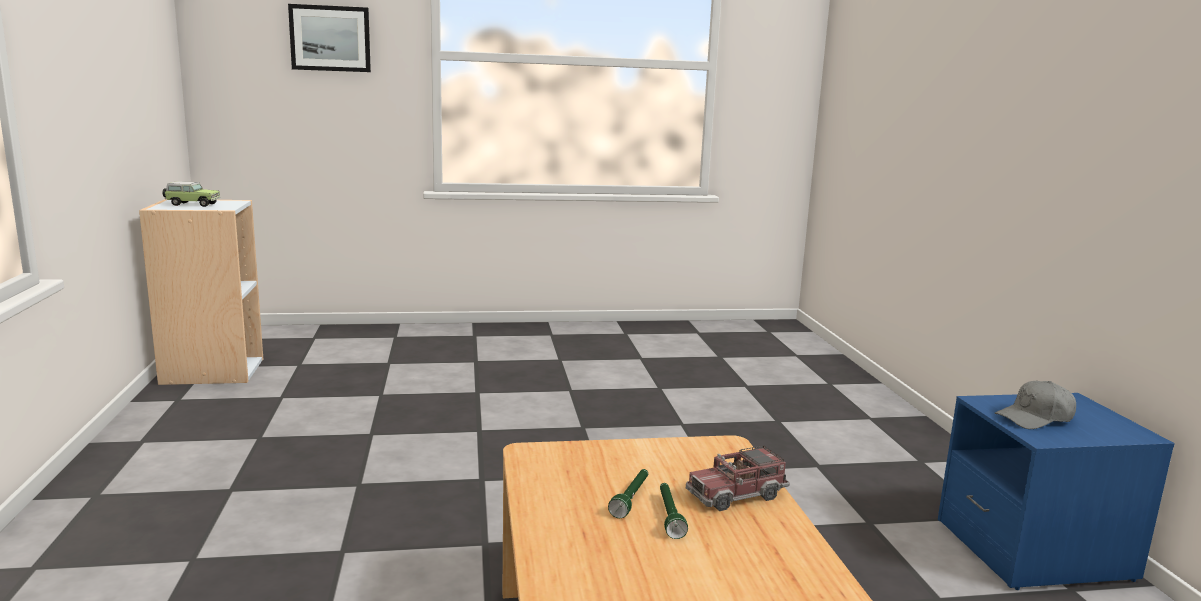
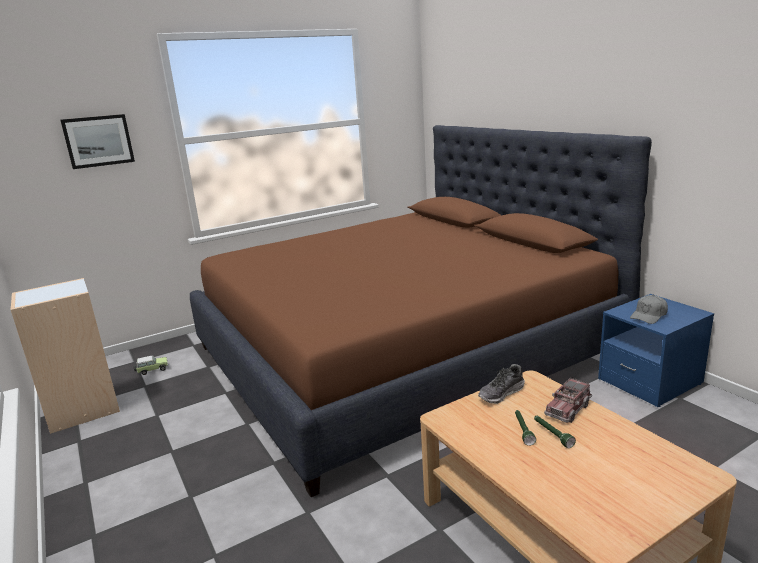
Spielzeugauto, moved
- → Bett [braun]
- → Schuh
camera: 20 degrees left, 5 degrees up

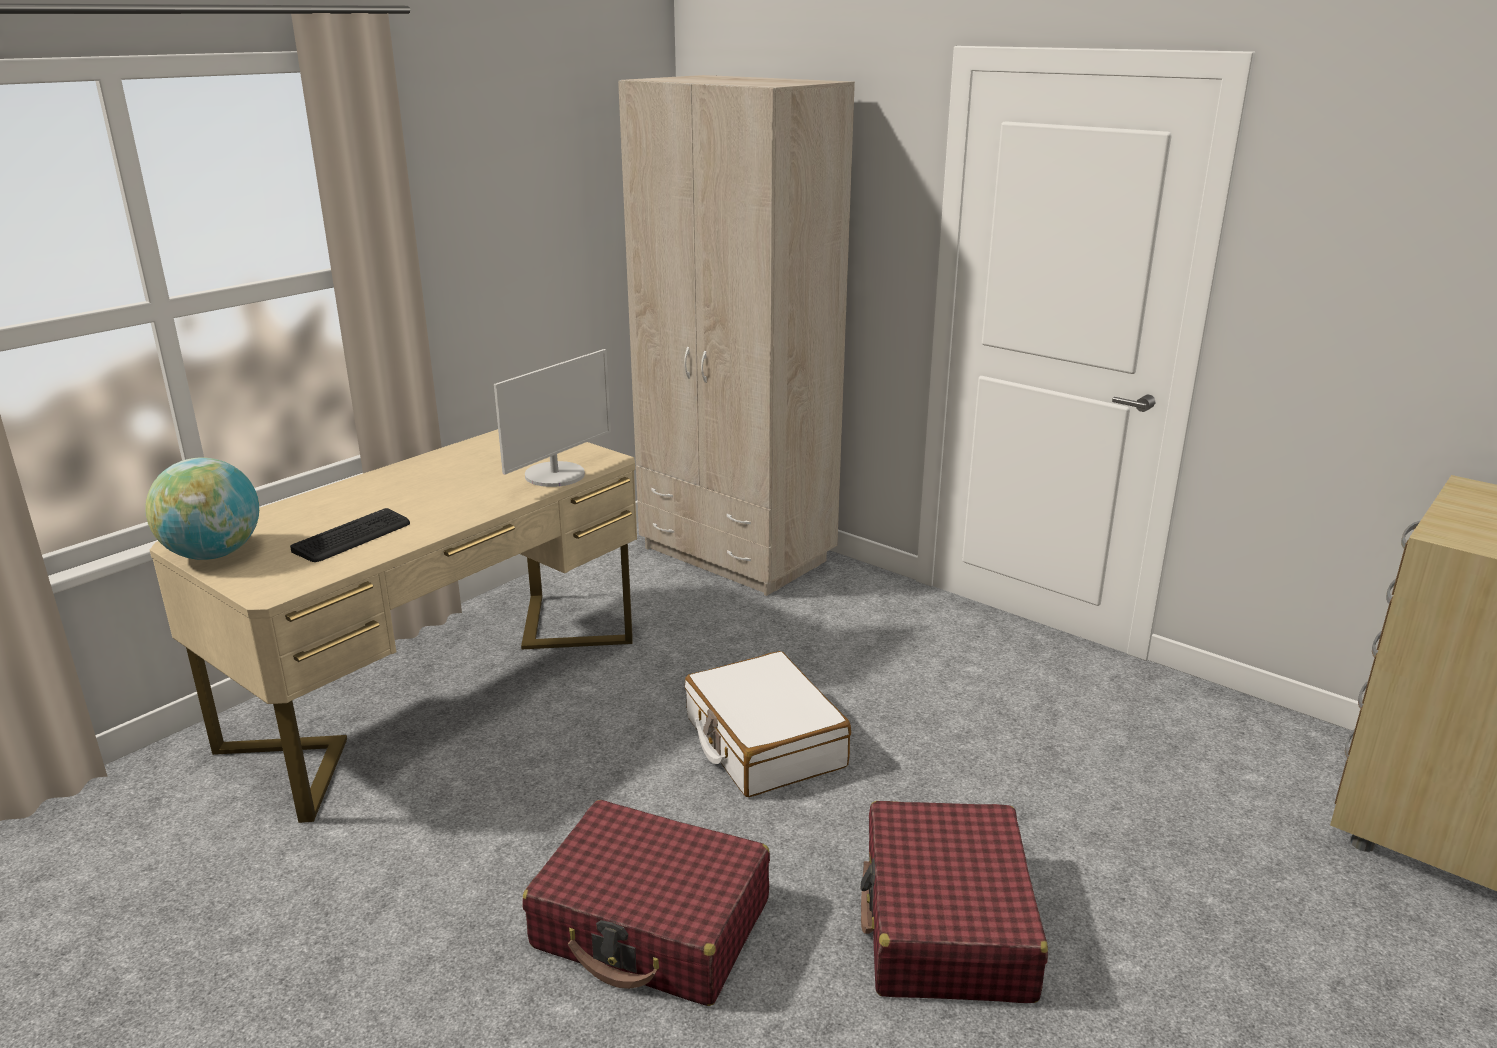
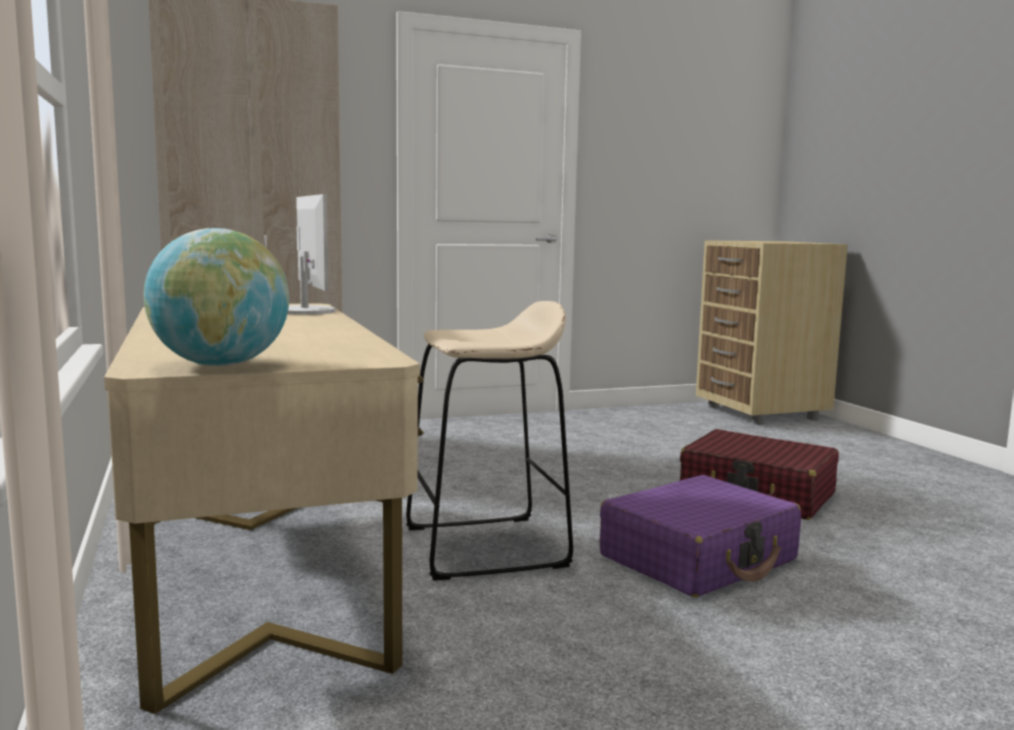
Tastatur → -
Koffer [weiß] → -
Koffer [rot] (1st from left) → Koffer [lila]
- → Hocker [beige]
camera: 60 degrees left, 15 degrees down

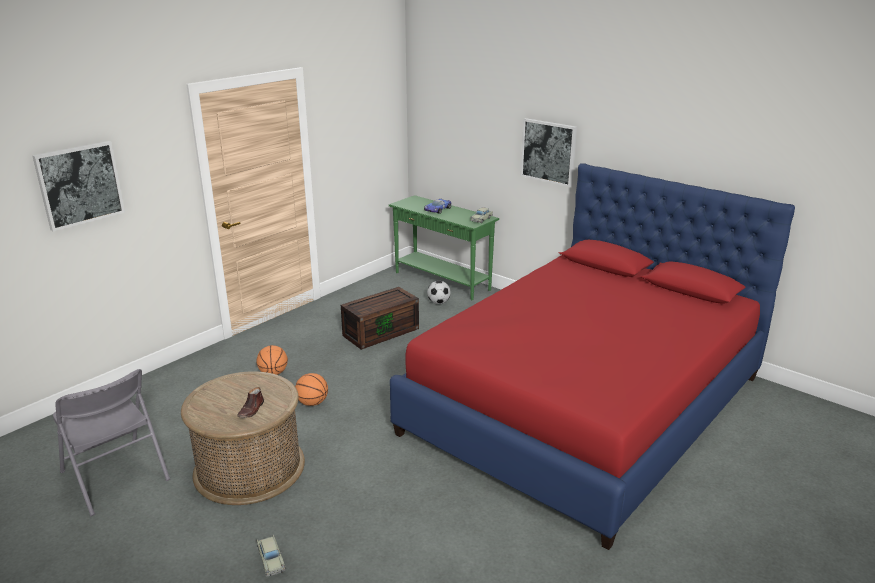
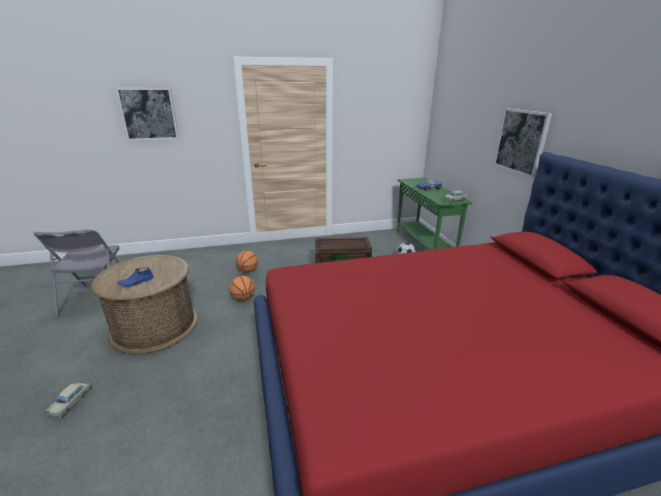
Schuh [braun] → Schuh [blau]
camera: 35 degrees right, 0 degrees up

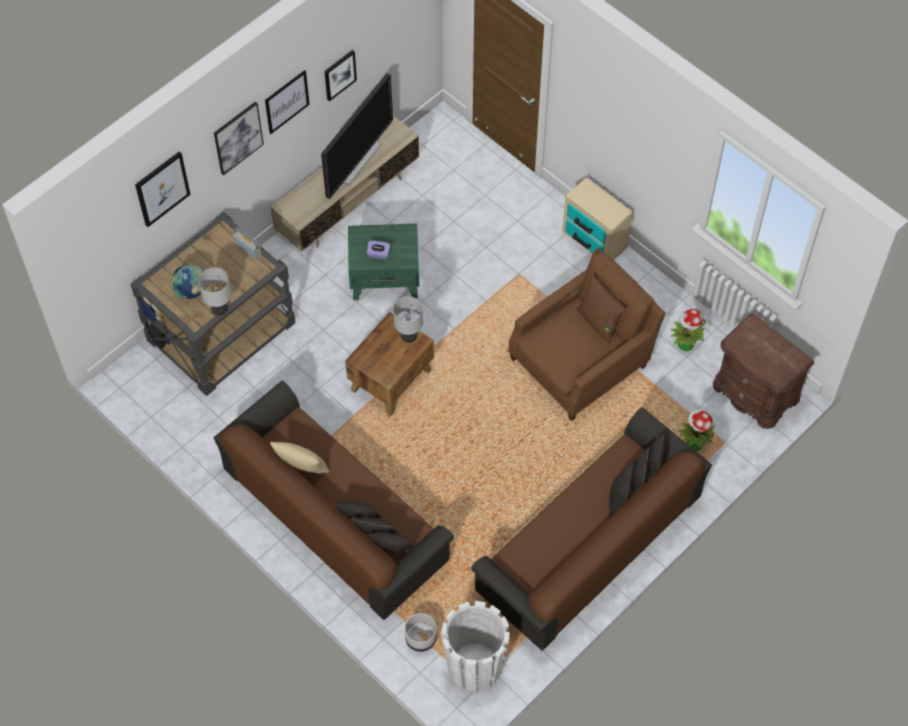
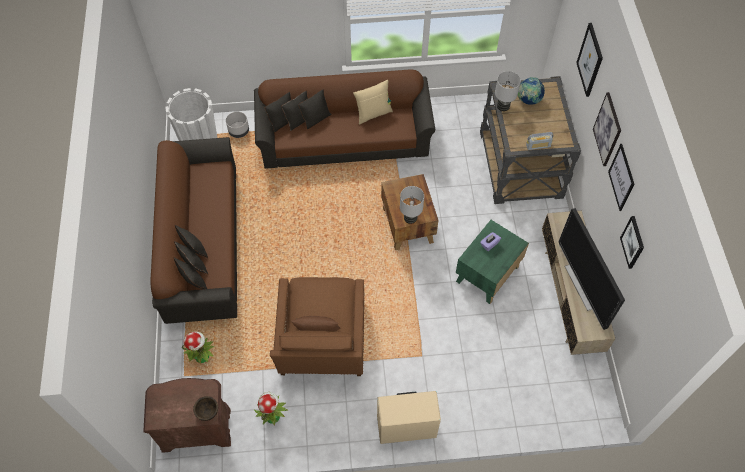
- → Schüssel [braun]
camera: 130 degrees right, 0 degrees up

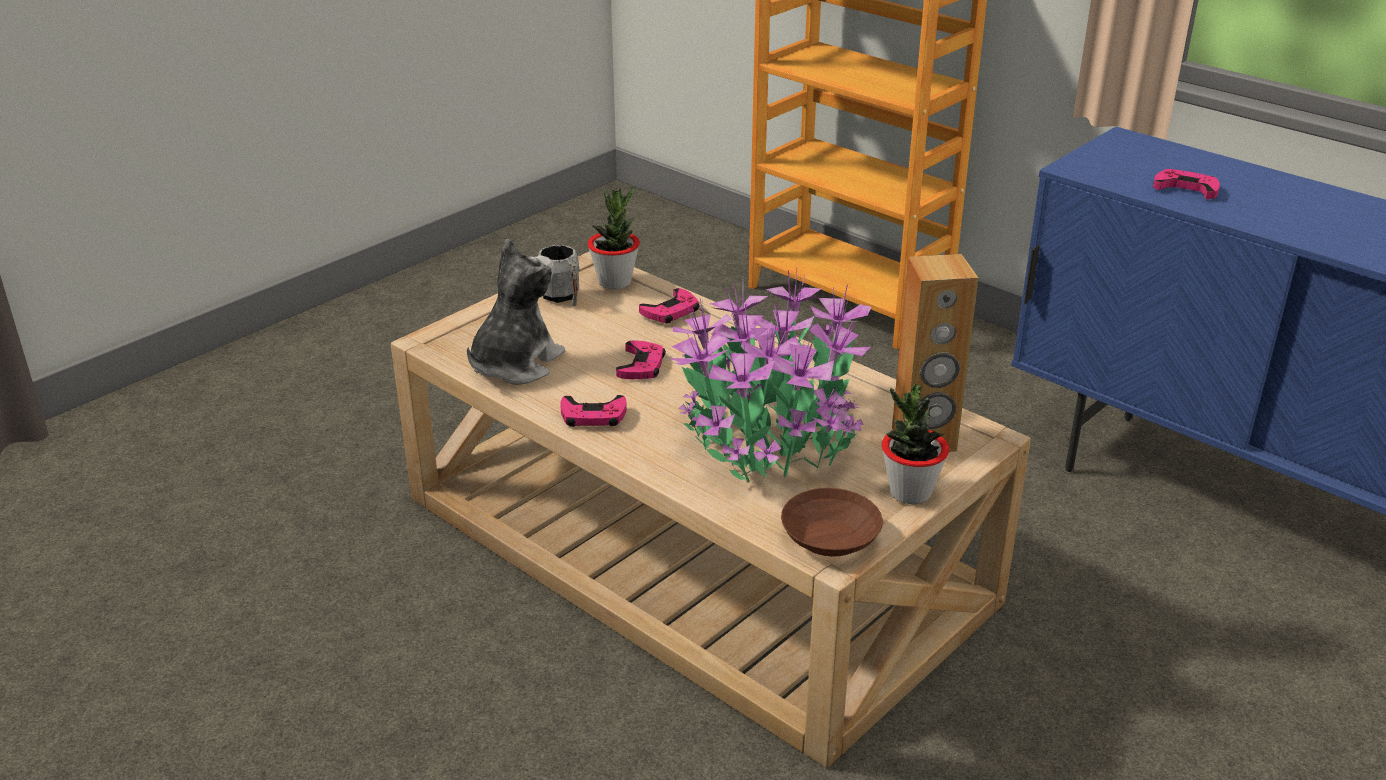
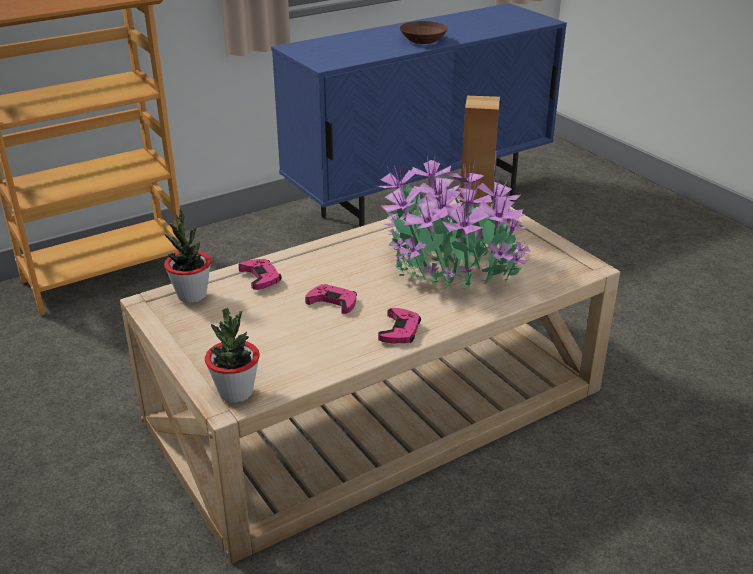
Gamepad [rosa] (4th from left) → -
Plüschtier → -
Henkelbecher [grau] → -
Topfpflanze (3rd from left in the first image) → Topfpflanze (2nd from left), moved
Schüssel [braun], moved
camera: 75 degrees left, 0 degrees up

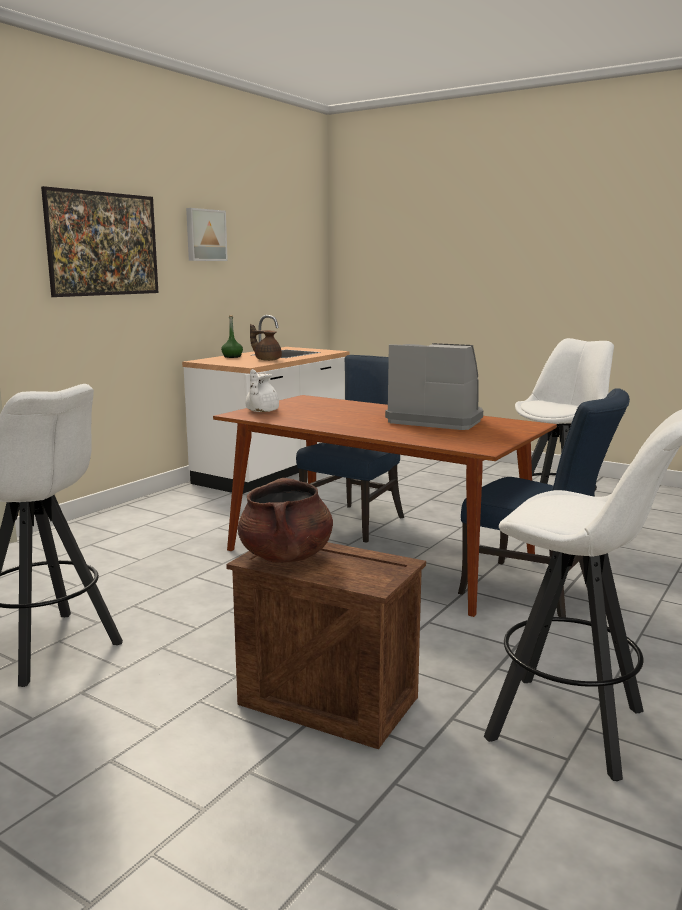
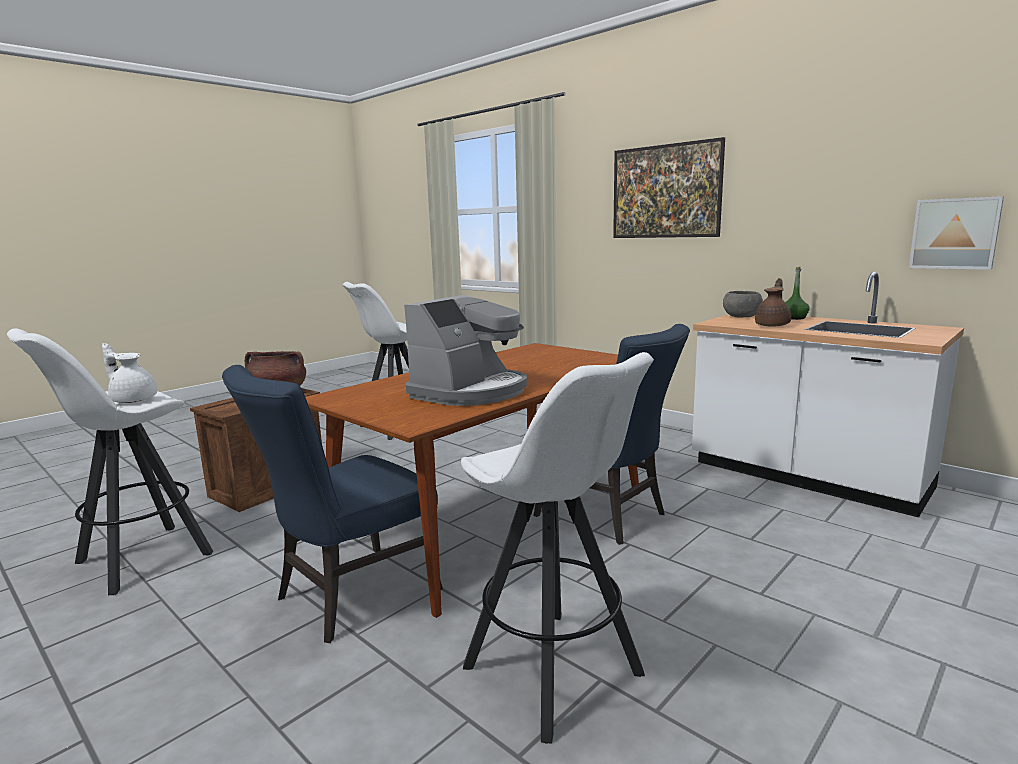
Bild (2nd from left), moved
Teekanne [weiß], moved
- → Schüssel [grau]
camera: 100 degrees right, 0 degrees up

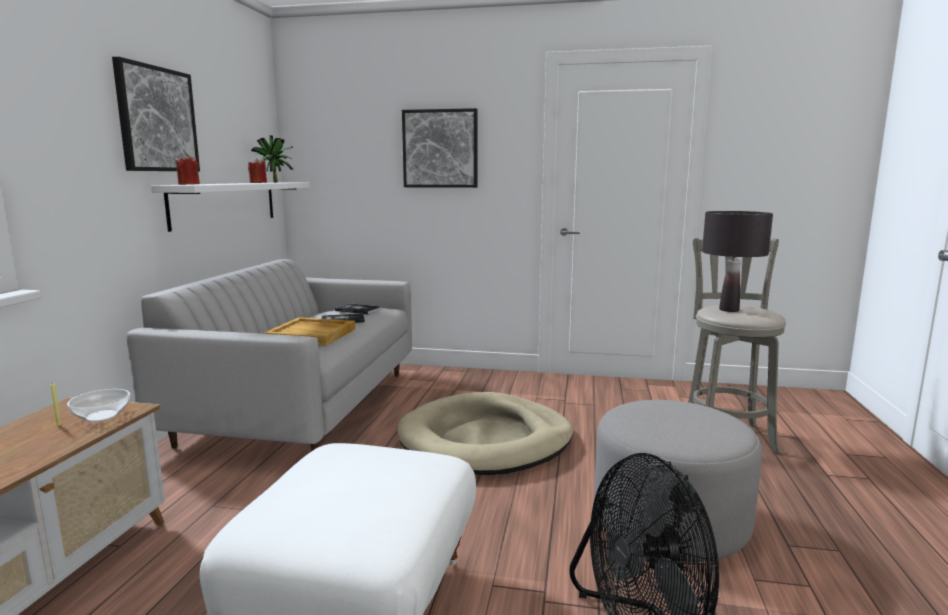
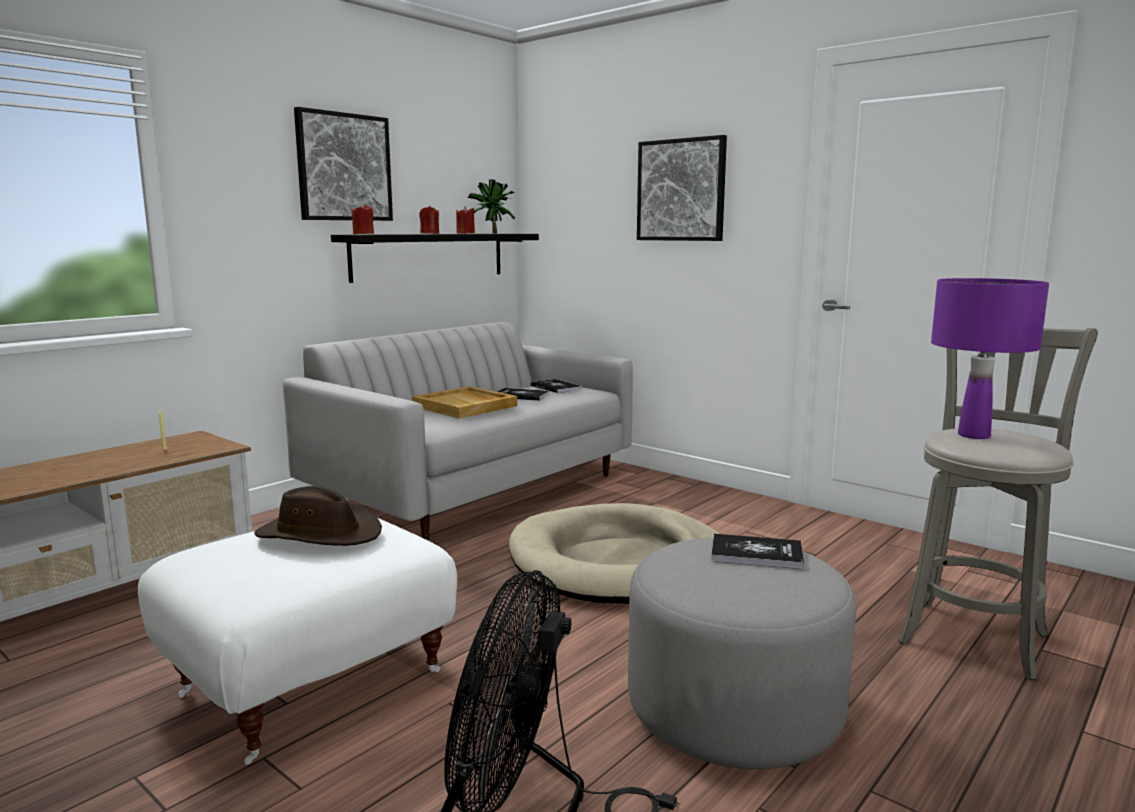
Wandregal [weiß] → Wandregal [schwarz]
Tischlampe [schwarz] → Tischlampe [lila]
Schüssel → -
- → Kerze [rot] (2nd from left)
- → Hut [braun]
- → Buch (3rd from left)
camera: 30 degrees right, 0 degrees up

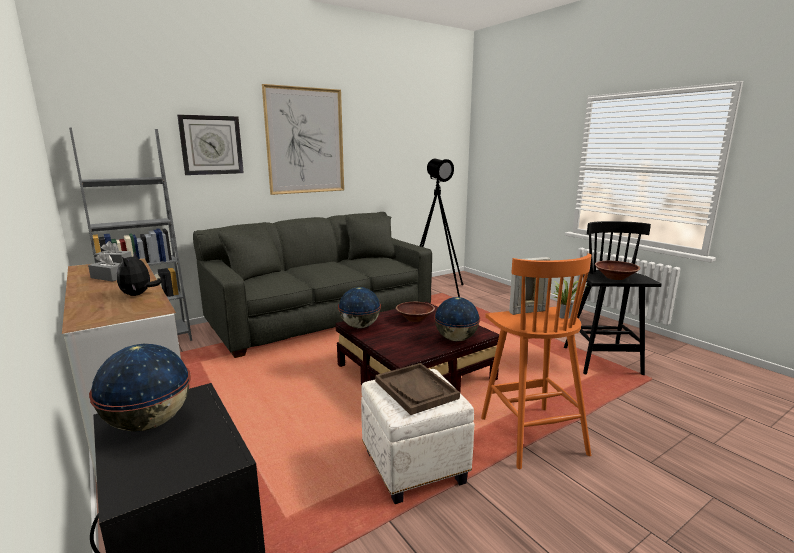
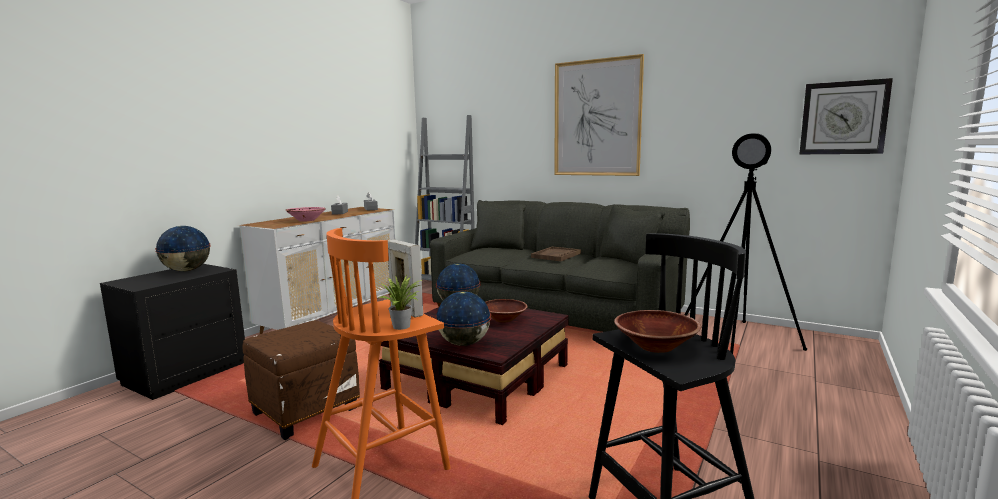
Wanduhr, moved
Plüschtier → Schüssel [rosa]
Tablett [braun], moved
Polsterhocker [weiß] → Polsterhocker [braun]
camera: 65 degrees right, 5 degrees down

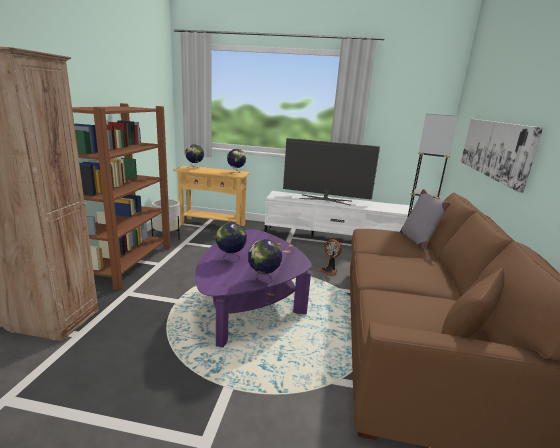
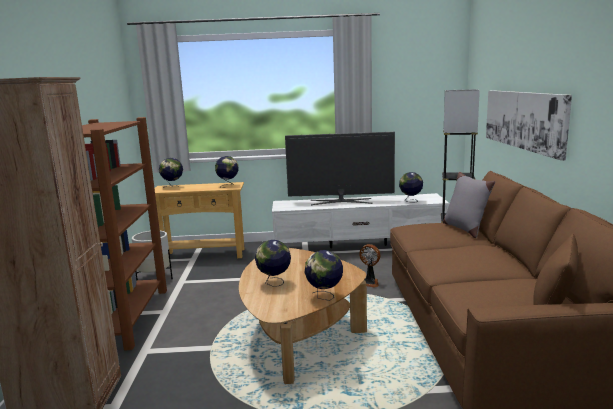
Couchtisch [lila] → Couchtisch [braun]
- → Globus (5th from left)
camera: 10 degrees left, 5 degrees down

